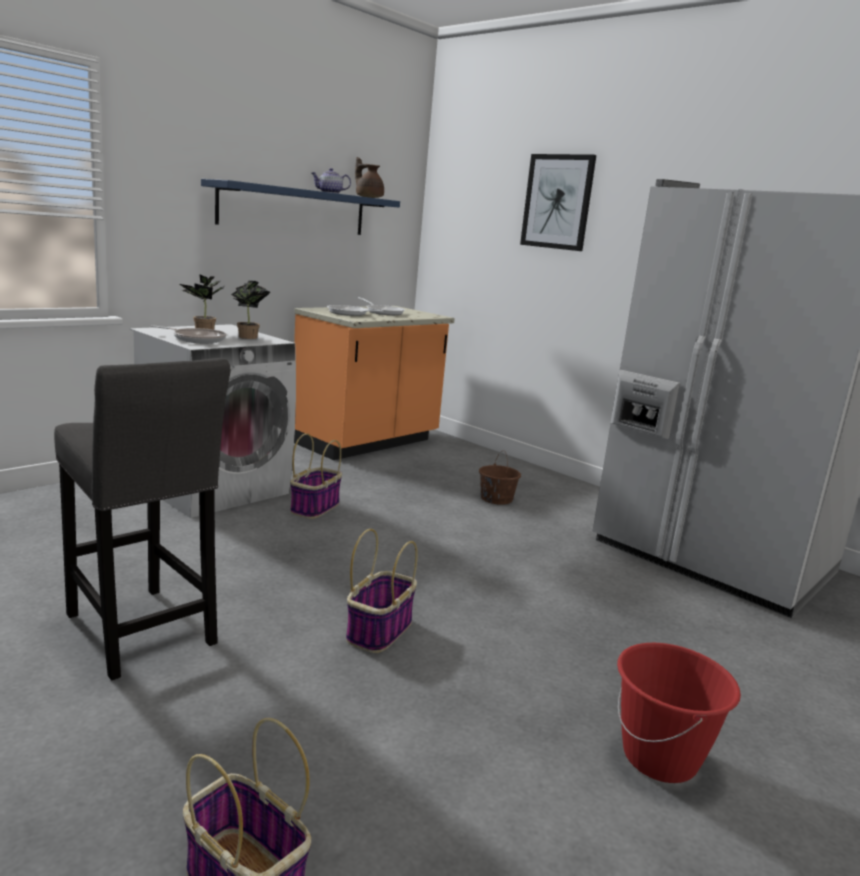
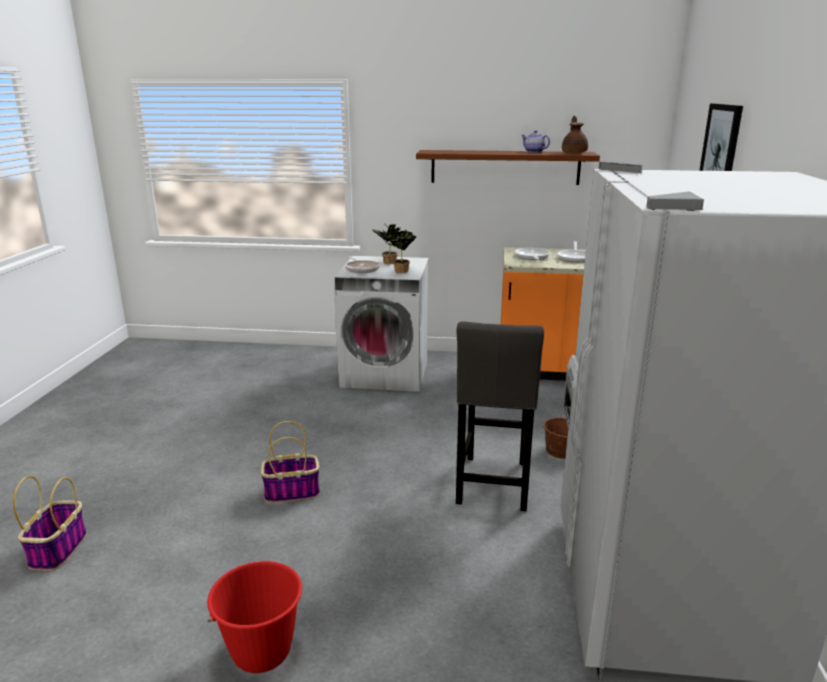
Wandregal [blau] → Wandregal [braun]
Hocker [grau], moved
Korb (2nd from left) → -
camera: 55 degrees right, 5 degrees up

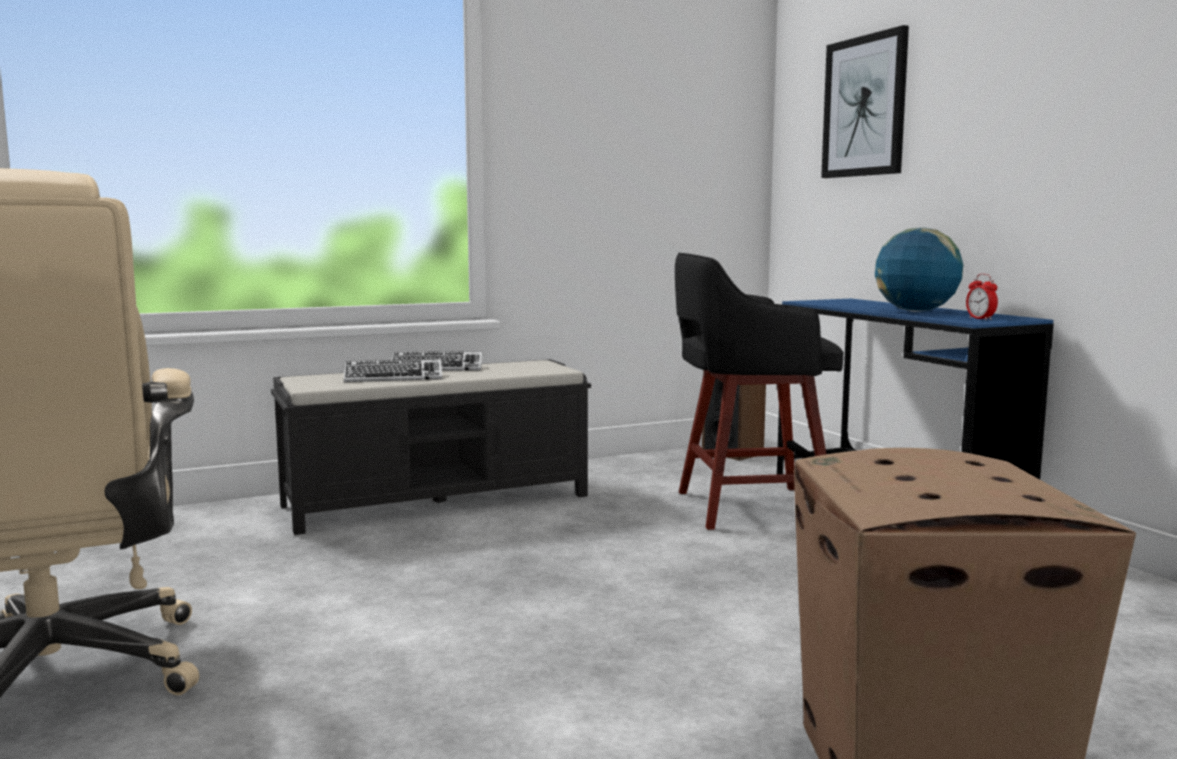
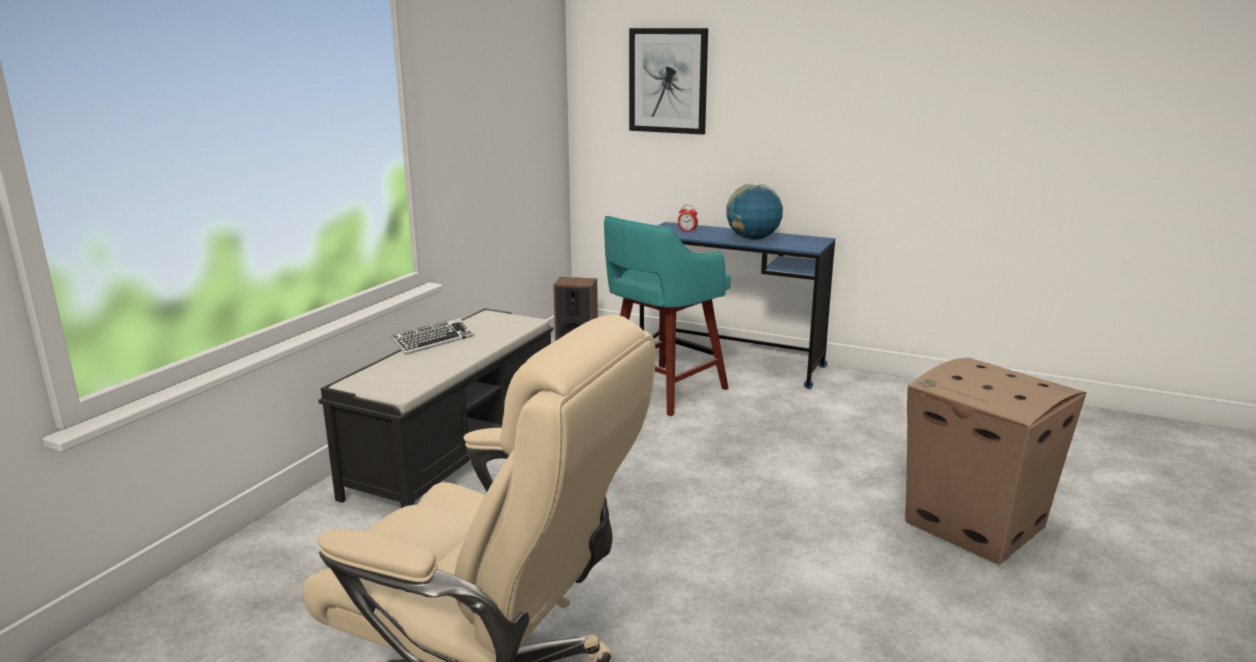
Hocker [schwarz] → Hocker [türkis]
Wecker, moved
Tastatur (1st from left) → -
camera: 40 degrees left, 10 degrees up

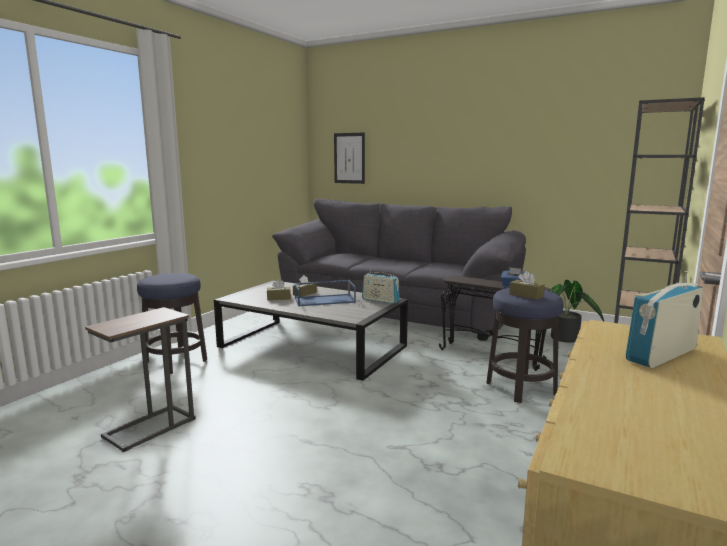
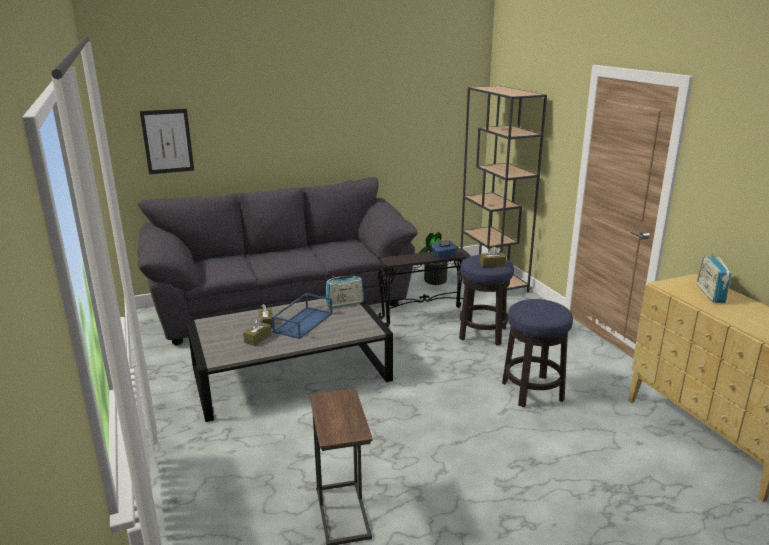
Hocker (1st from left in the first image) → Hocker (2nd from left), moved
camera: 50 degrees left, 10 degrees up

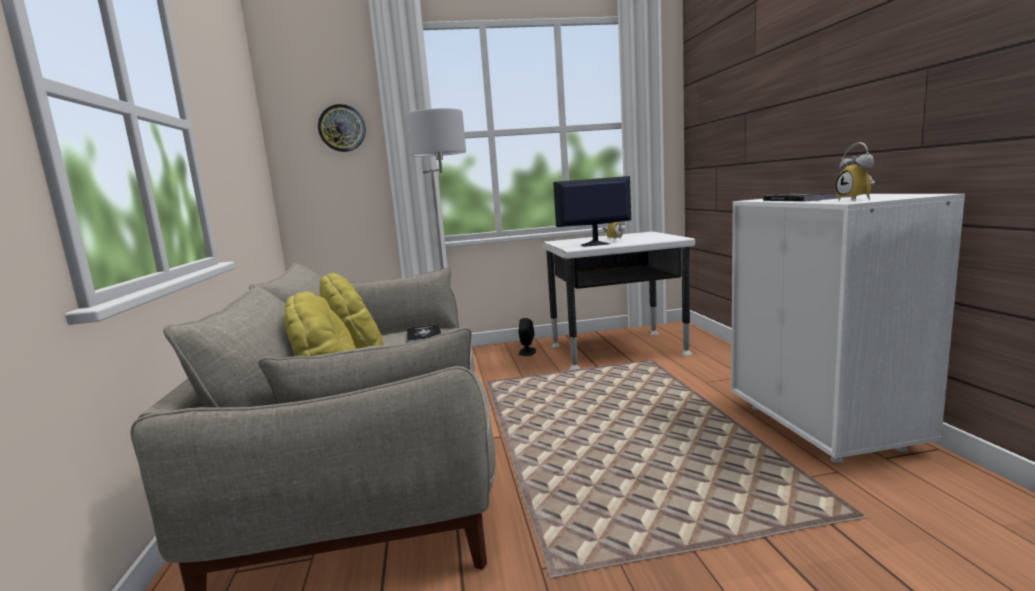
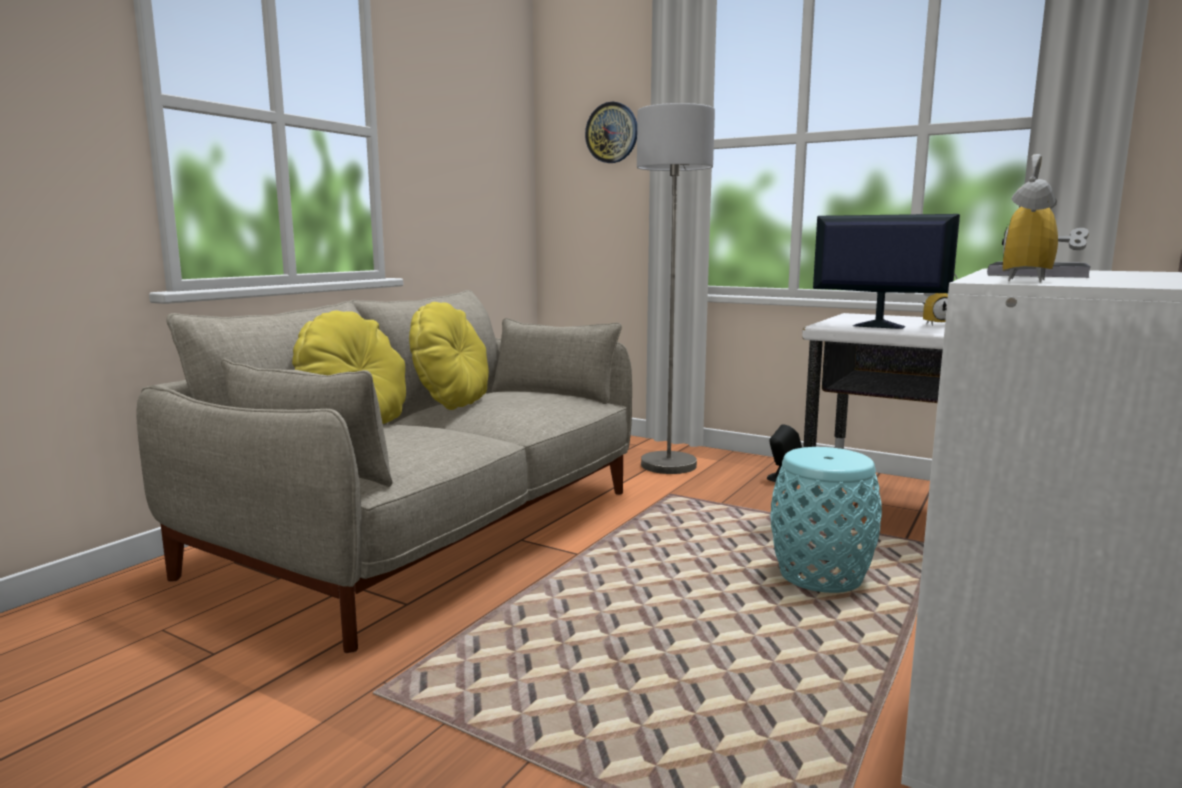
Buch (1st from left) → -
- → Hocker [türkis]
camera: 40 degrees right, 0 degrees up

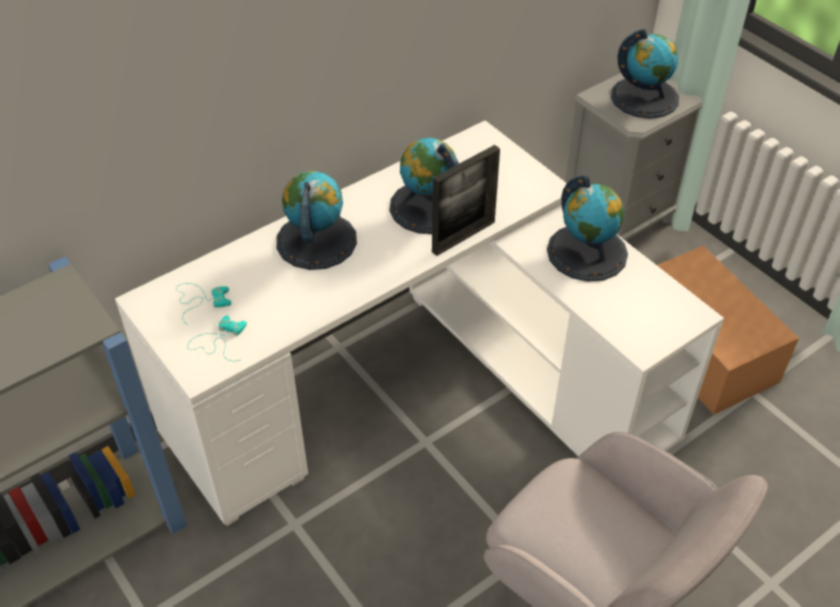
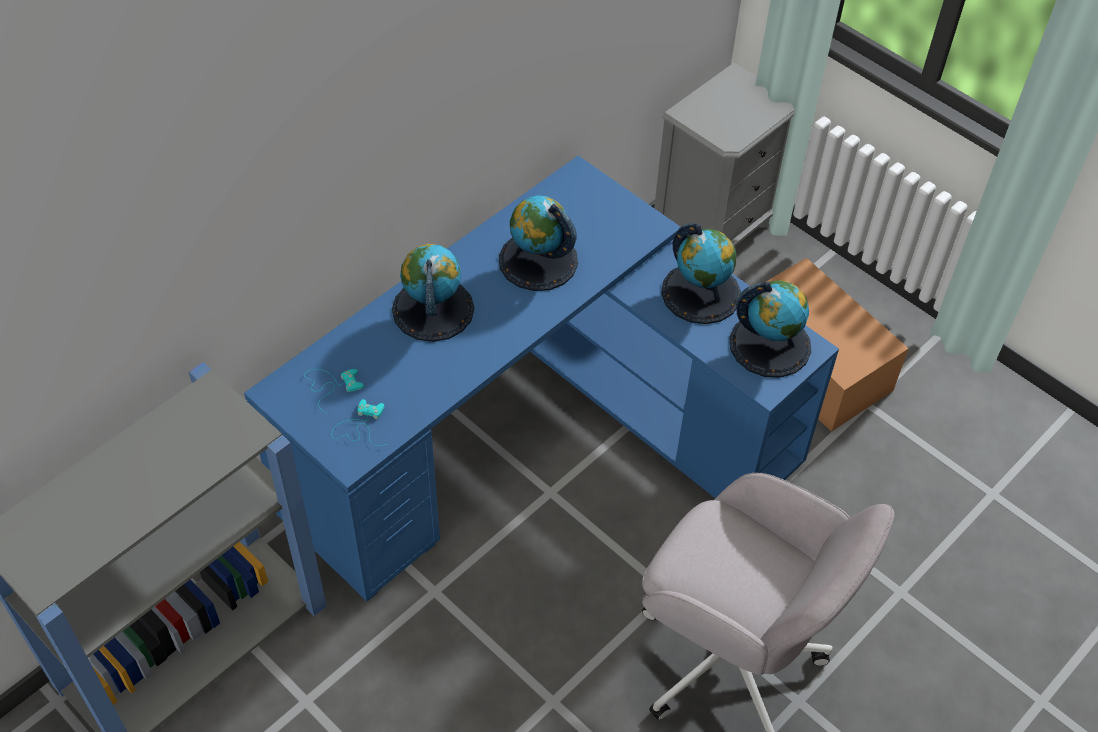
Globus (4th from left), moved
Schreibtisch [weiß] → Schreibtisch [blau]
Bilderrahmen → -
camera: 10 degrees left, 5 degrees up

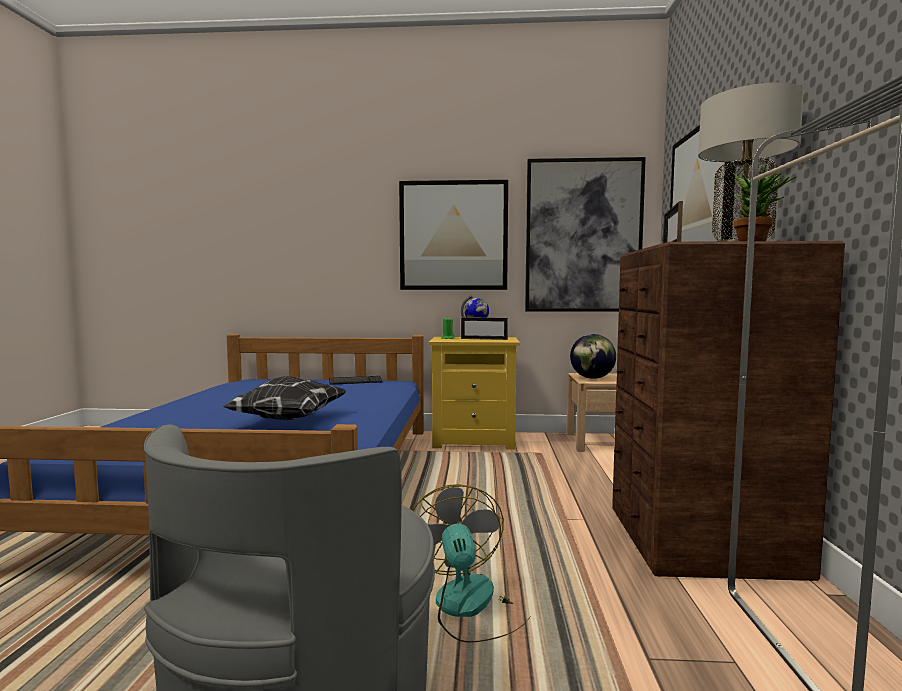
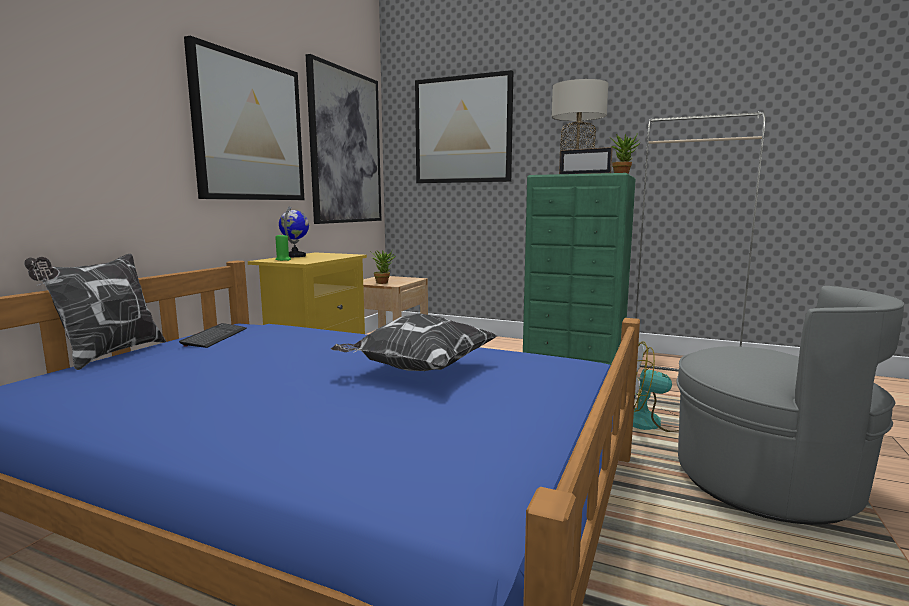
Kommode [braun] → Kommode [grün]
Bilderrahmen (1st from left) → -
Globus (2nd from left) → Topfpflanze (1st from left)
- → Kissen (1st from left)
camera: 70 degrees left, 5 degrees up

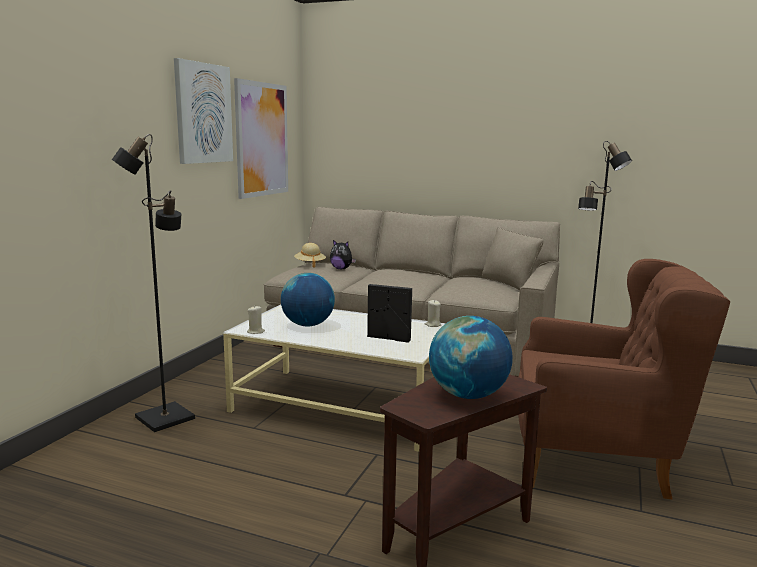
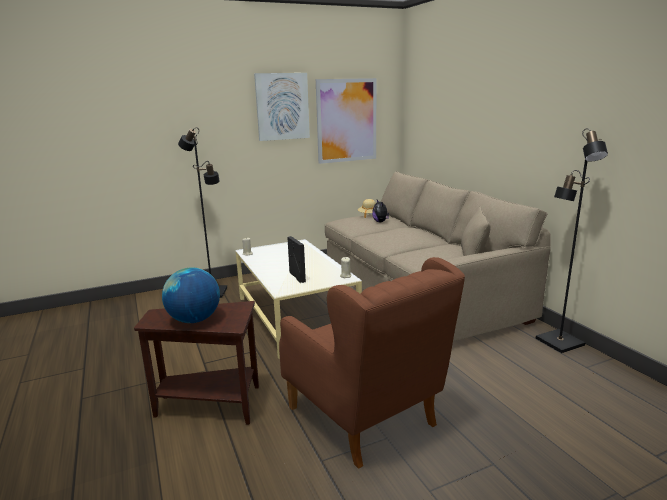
Globus (1st from left) → -
camera: 45 degrees right, 5 degrees up

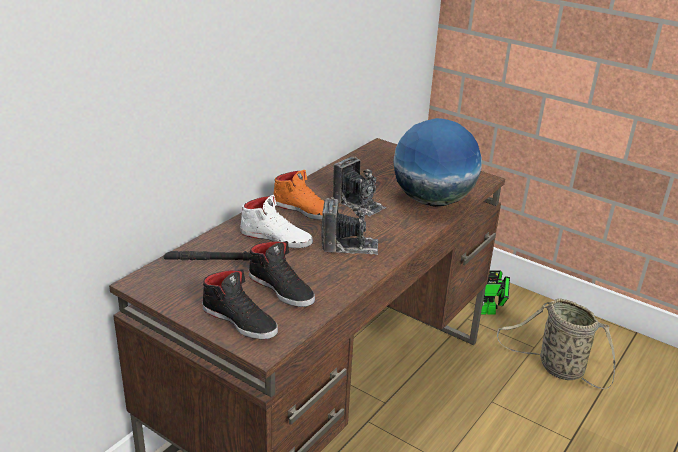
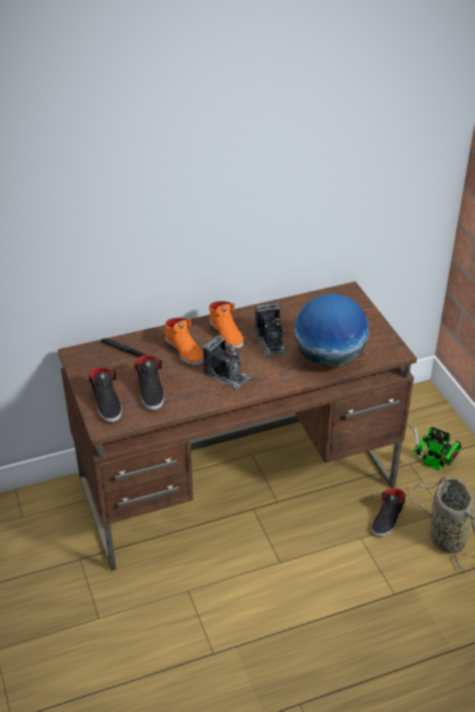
Schuh [weiß] → Schuh [orange] (1st from left)
- → Schuh [schwarz] (3rd from left)
camera: 35 degrees right, 10 degrees up

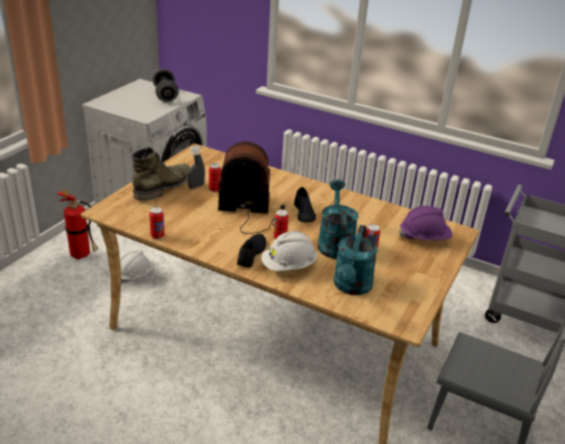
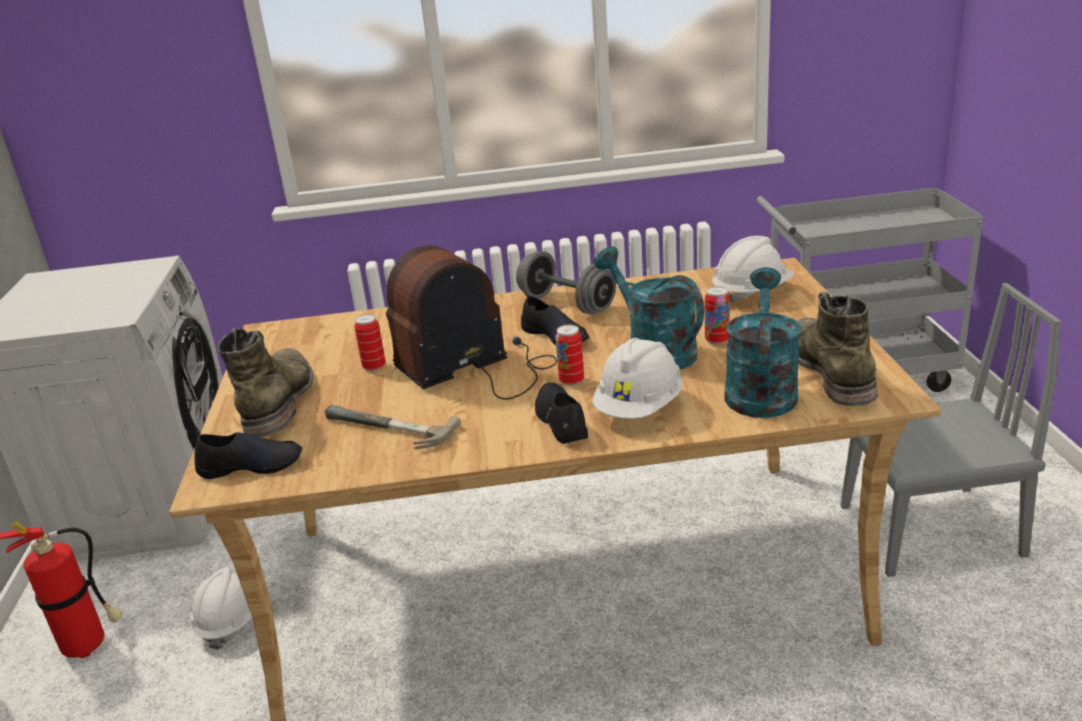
Hantel [grau], moved
Sprühflasche [grau] → -
Schutzhelm [lila] → Schutzhelm [weiß] (3rd from left)
Dose (1st from left) → -
Gießkanne [türkis] (2nd from left), 150 degrees counterclockwise
- → Stiefel [grün] (2nd from left)
- → Hammer
- → Schuh [schwarz] (1st from left)
camera: 30 degrees left, 5 degrees down

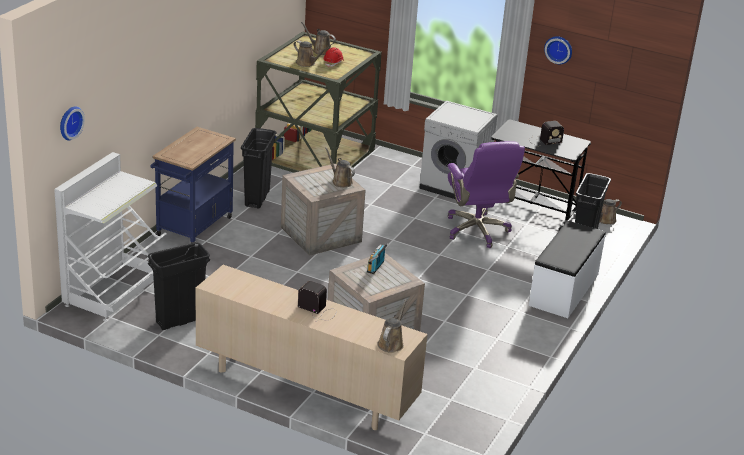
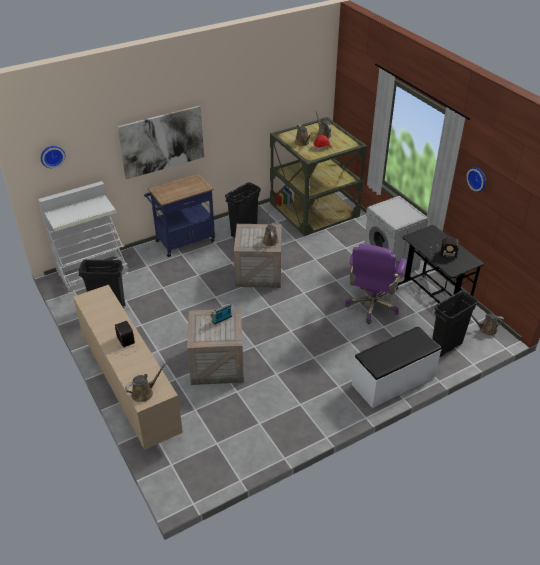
- → Bild
camera: 35 degrees right, 10 degrees up

